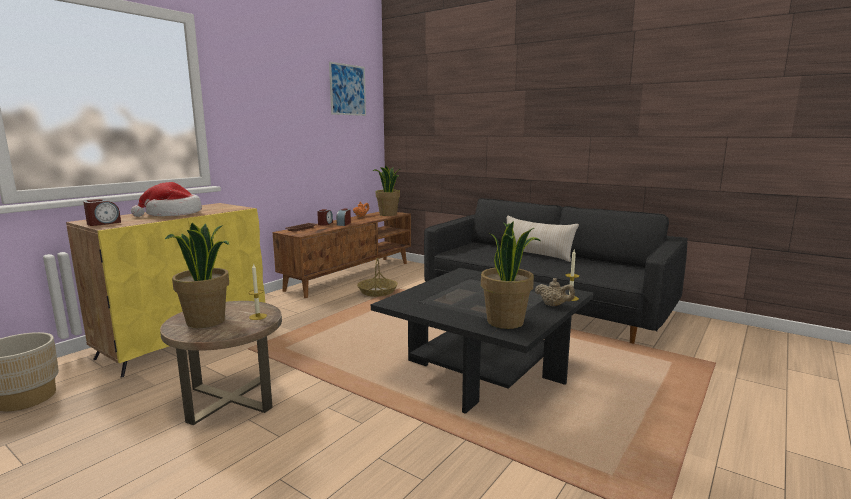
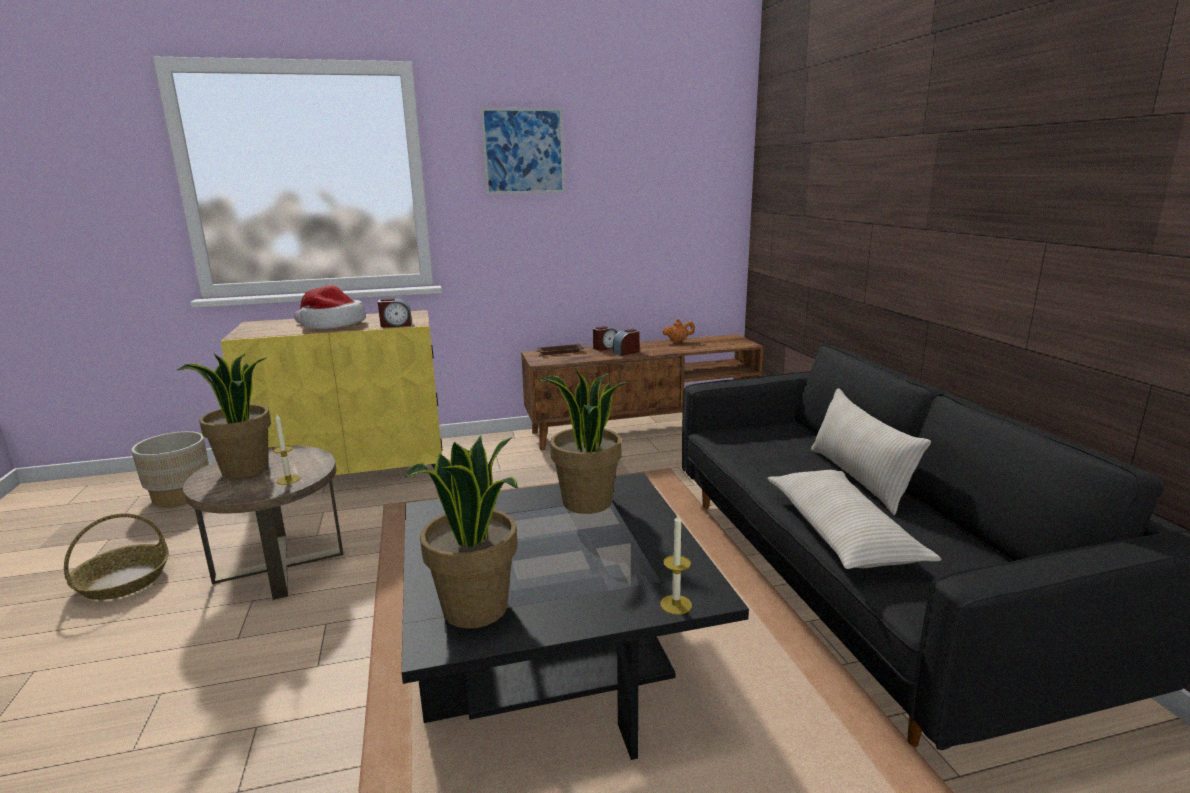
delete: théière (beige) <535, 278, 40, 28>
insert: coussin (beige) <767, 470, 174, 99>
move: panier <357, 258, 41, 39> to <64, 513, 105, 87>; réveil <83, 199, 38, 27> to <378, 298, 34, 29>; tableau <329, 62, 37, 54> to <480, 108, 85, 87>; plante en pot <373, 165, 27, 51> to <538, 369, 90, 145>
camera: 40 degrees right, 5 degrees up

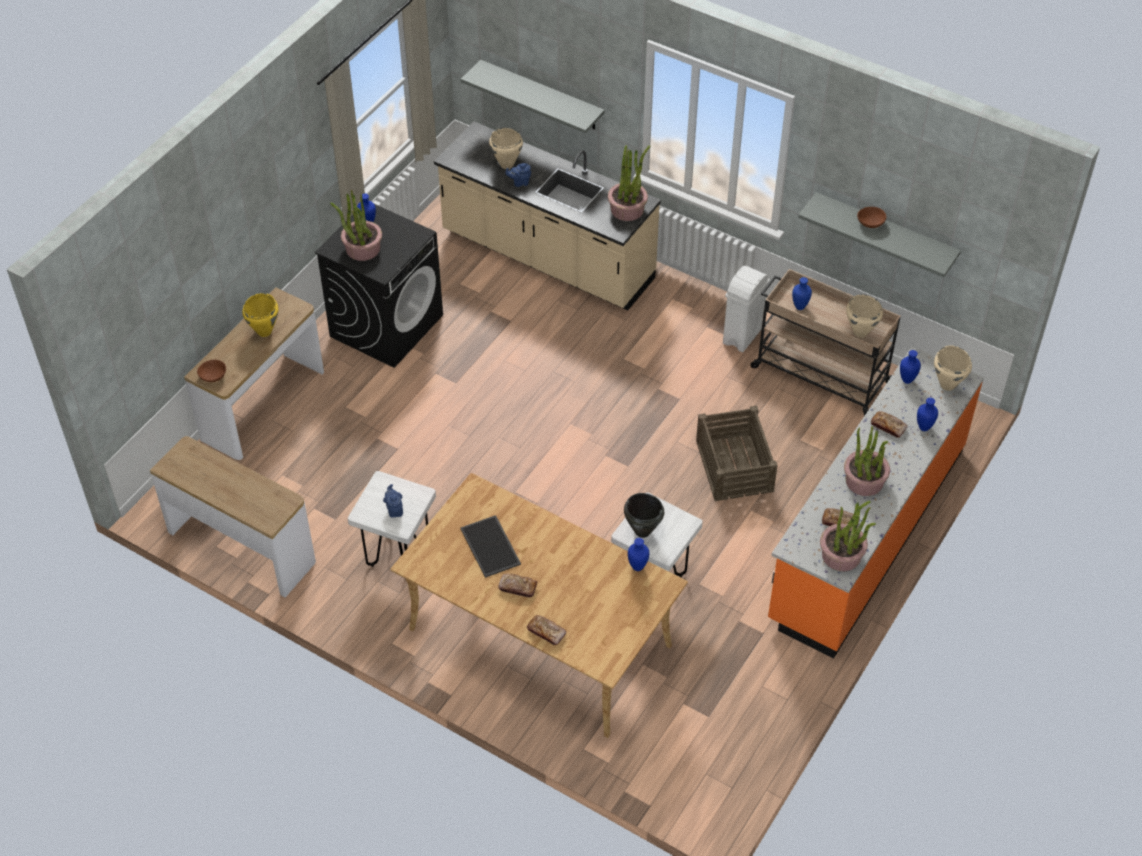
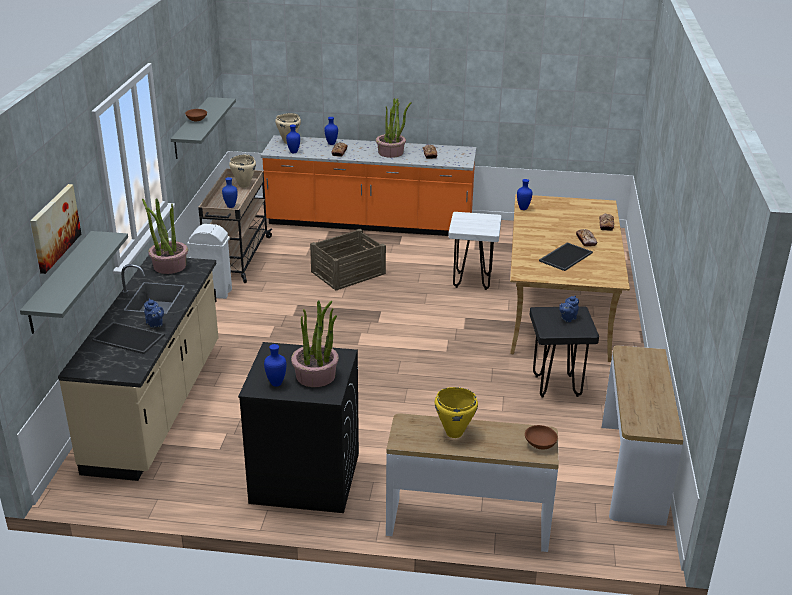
delete: marmite (noir) <624, 493, 40, 45>; plante en pot <820, 501, 56, 70>
insert: tableau <30, 184, 51, 90>
replace: marmite (beige) <489, 128, 34, 41> to plateau <91, 322, 74, 32>
recolor: tabouret (blanc) <348, 471, 88, 96> to tabouret (noir) <530, 306, 69, 92>
camera: 115 degrees left, 20 degrees down

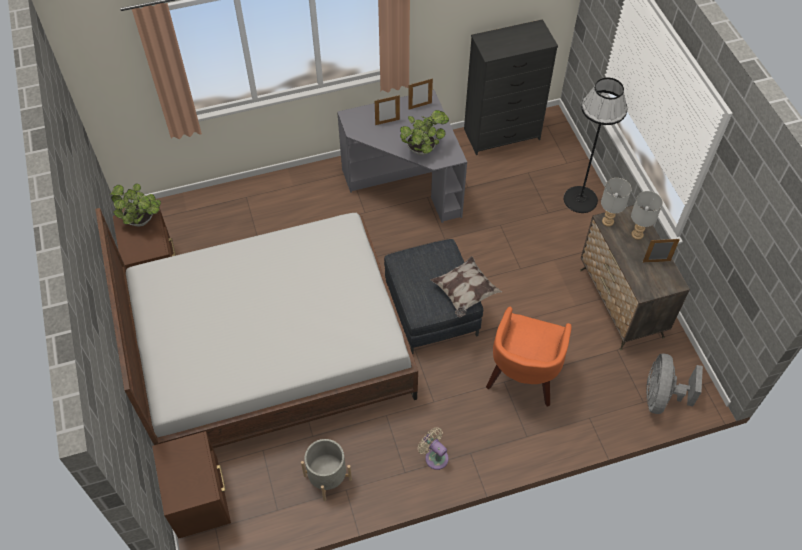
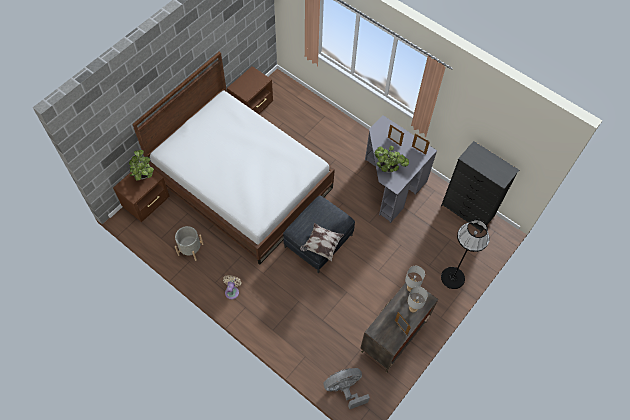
delete: fauteuil (orange) <486, 307, 86, 100>
move: plante en pot <110, 184, 51, 42> to <129, 150, 25, 31>
camera: 55 degrees right, 5 degrees up

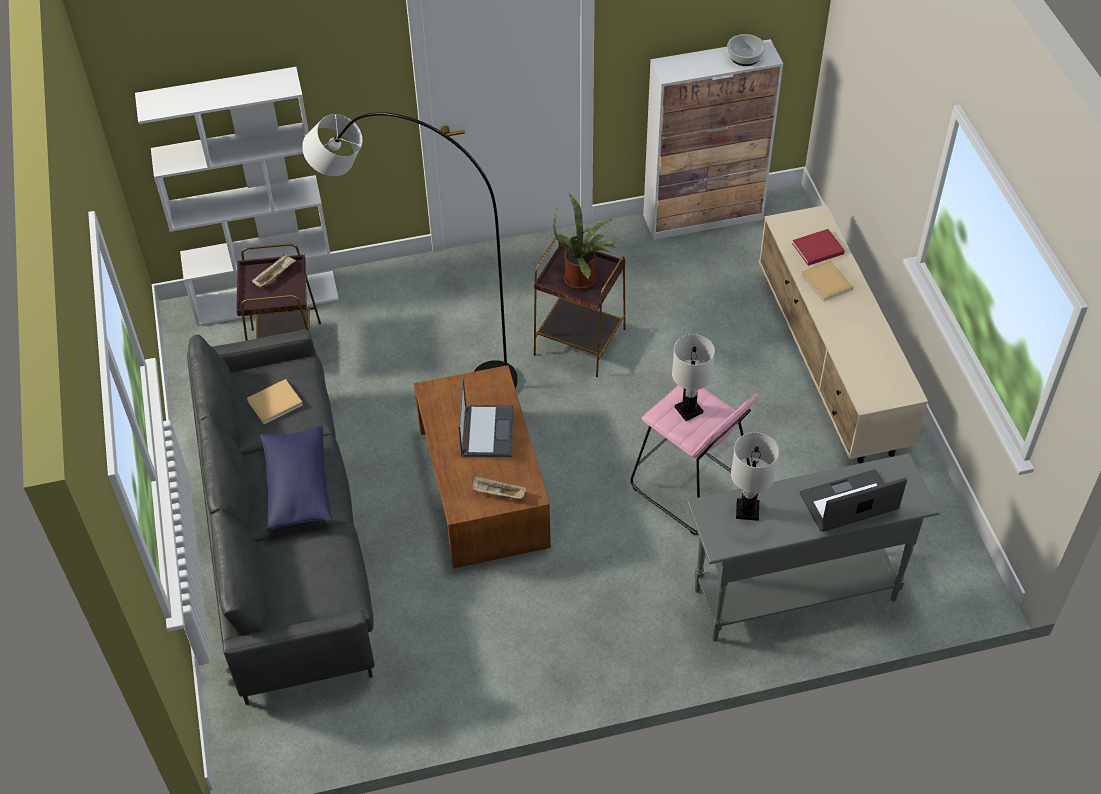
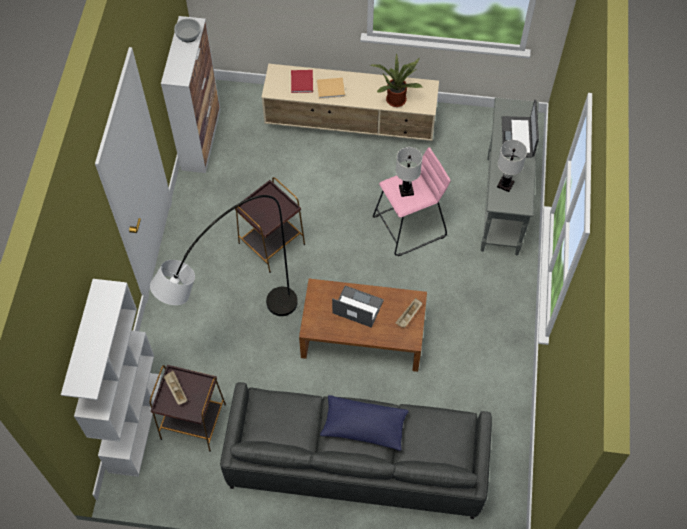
delete: livre (beige) <247, 379, 56, 45>
move: plante en pot <553, 193, 64, 96> to <370, 53, 52, 54>
camera: 70 degrees left, 10 degrees up

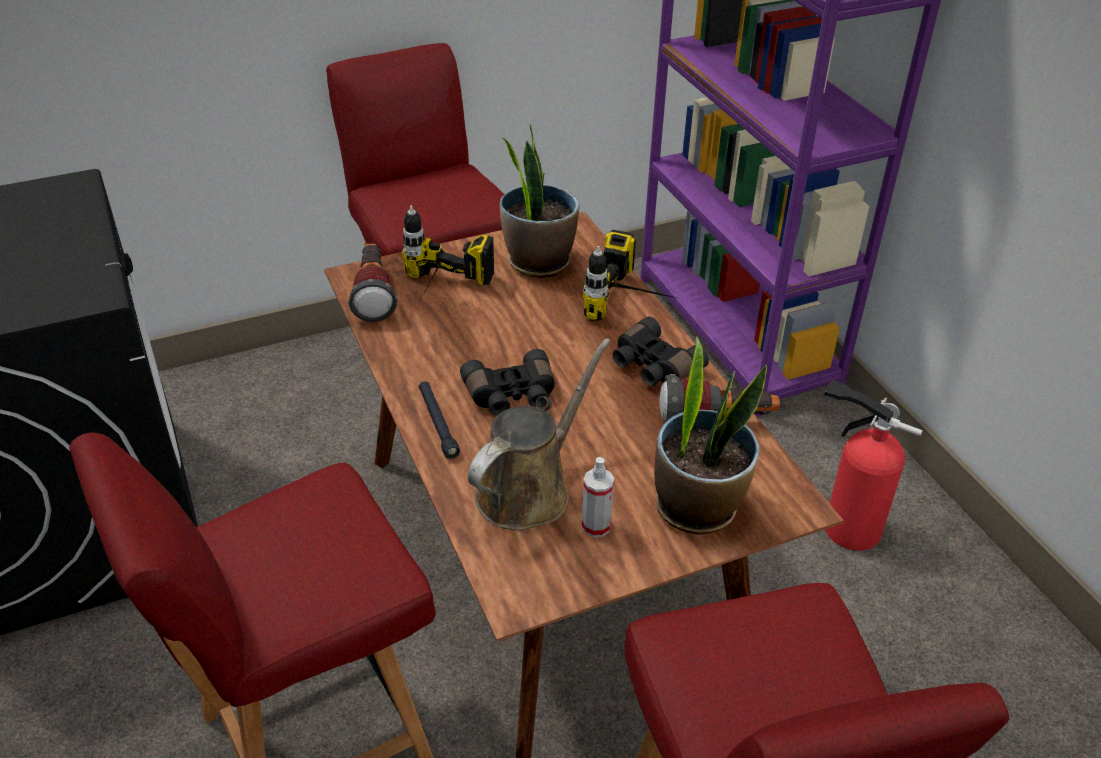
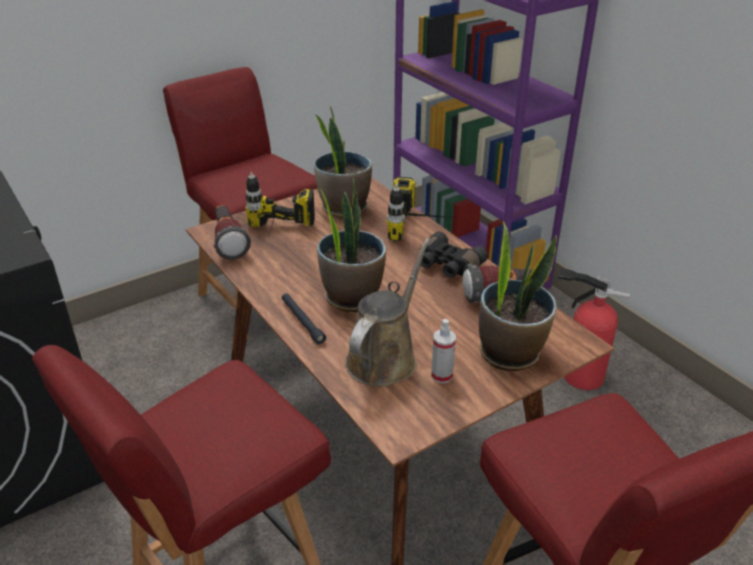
replace: jumelles (noir) <460, 349, 95, 67> to plante en pot <316, 178, 70, 134>
camera: 10 degrees left, 5 degrees down

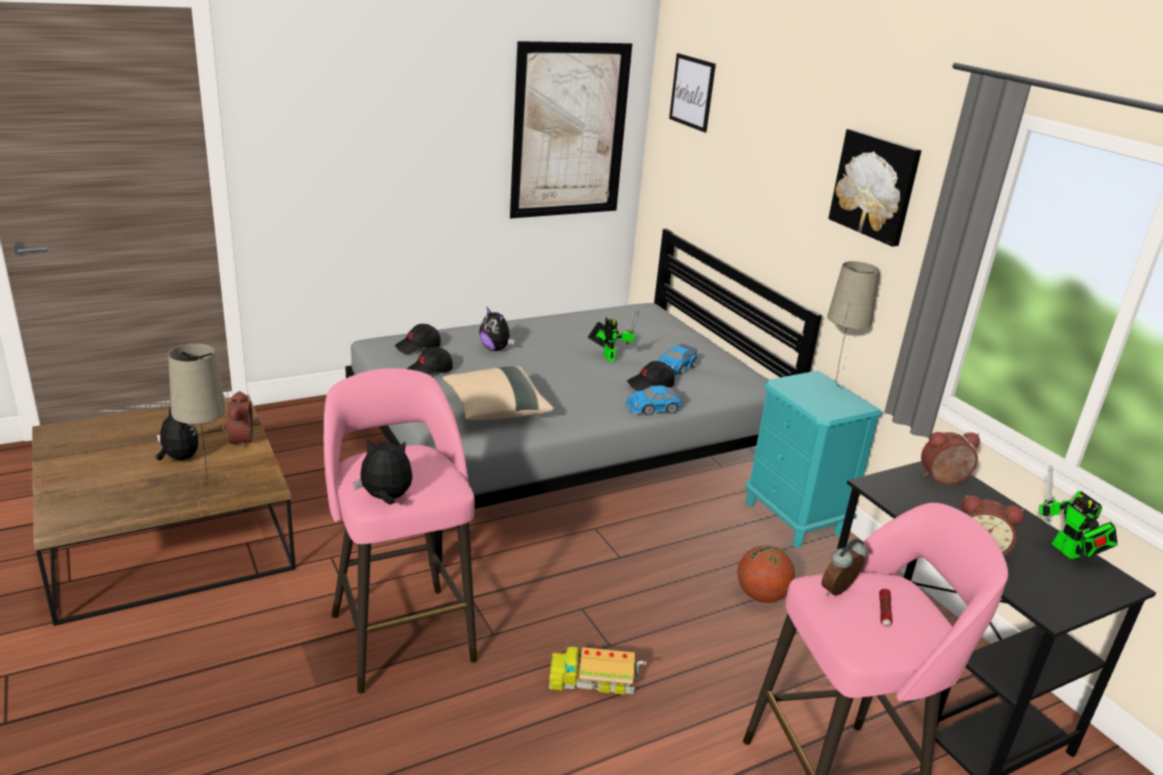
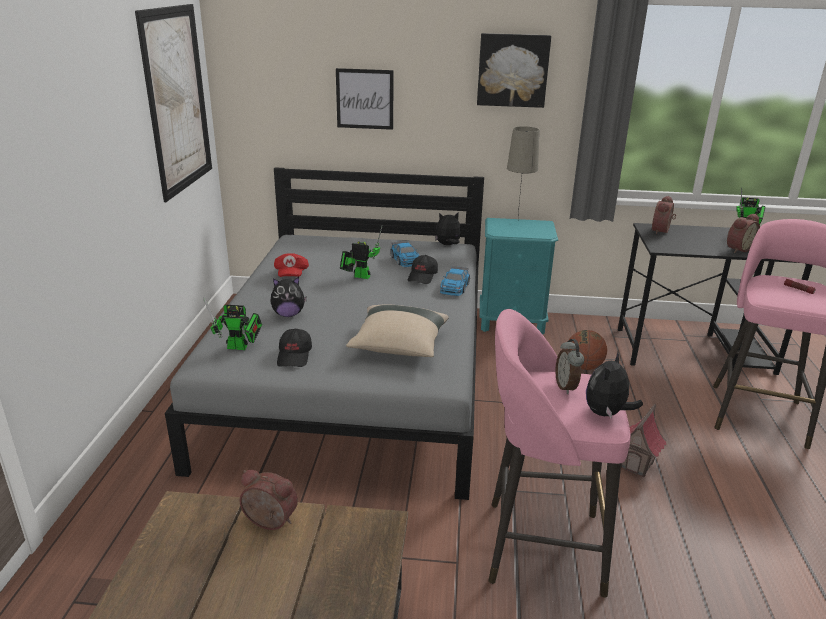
delete: lampe de table (beige) <168, 344, 58, 140>
insert: casquette (rouge) <274, 253, 35, 24>
move: tableau <669, 53, 47, 79> to <336, 68, 58, 62>; peluche <156, 406, 43, 54> to <435, 212, 26, 33>; réveil <822, 538, 46, 58> to <555, 339, 29, 55>
replace: casquette (noir) <395, 324, 46, 30> to robot jouet <204, 298, 58, 52>; camion jouet <549, 640, 97, 55> to maison miniature <621, 404, 45, 73>
camera: 55 degrees left, 0 degrees up

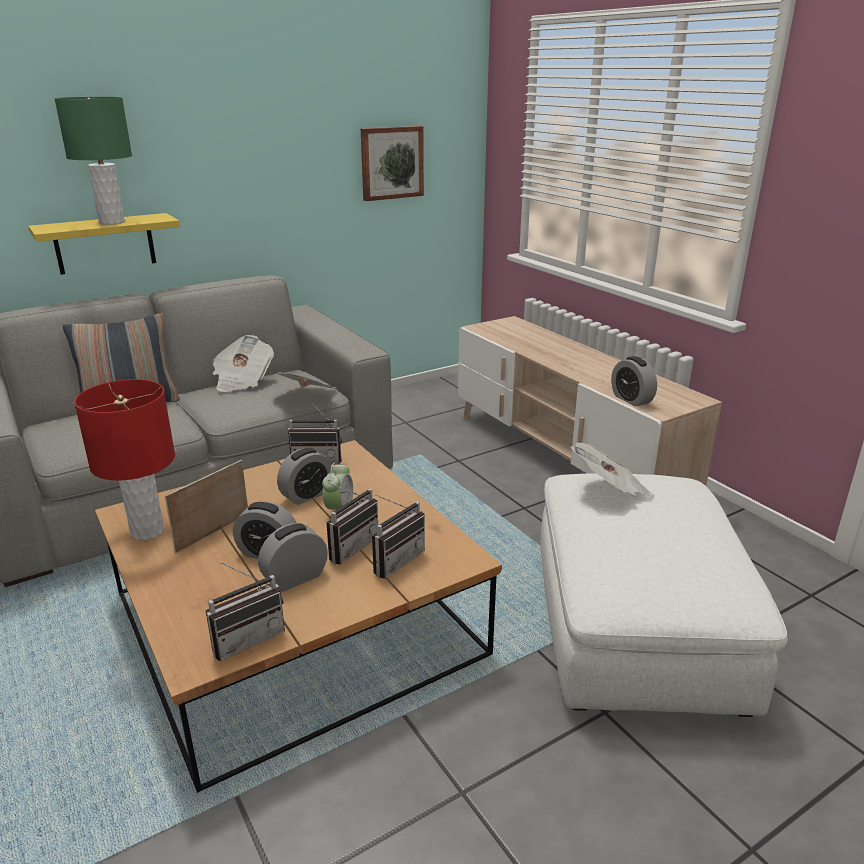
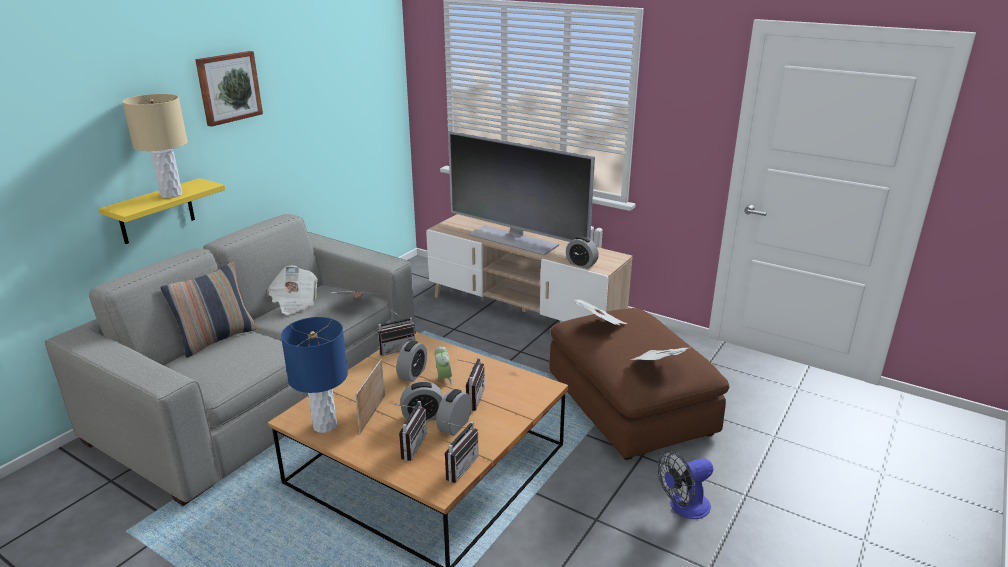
insert: téléviseur <448, 131, 147, 124>; journal <630, 348, 58, 12>; ventilateur <658, 451, 55, 68>
move: tableau <361, 126, 63, 75> to <195, 51, 68, 76>; radio <372, 494, 53, 85> to <395, 401, 32, 60>
recolor: lampe de table (vert) <54, 97, 78, 128> to lampe de table (beige) <122, 94, 66, 104>; lampe de table (rouge) <74, 379, 101, 161> to lampe de table (bleu) <281, 317, 67, 116>; pouf (blanc) <541, 474, 247, 243> to pouf (marron) <549, 308, 180, 152>
camera: 25 degrees left, 0 degrees up

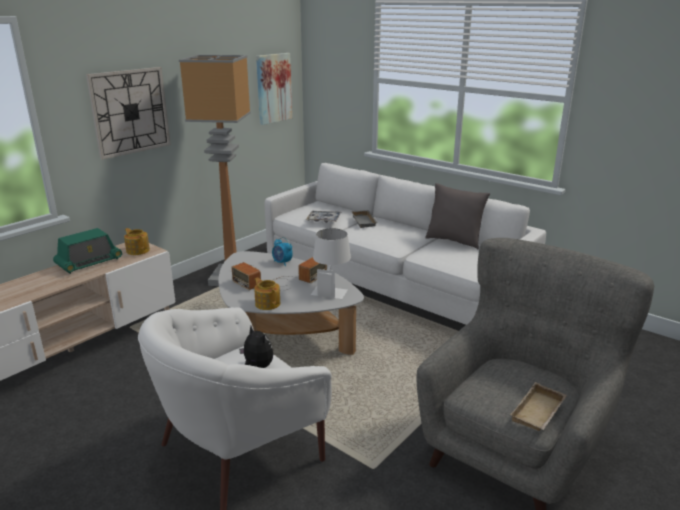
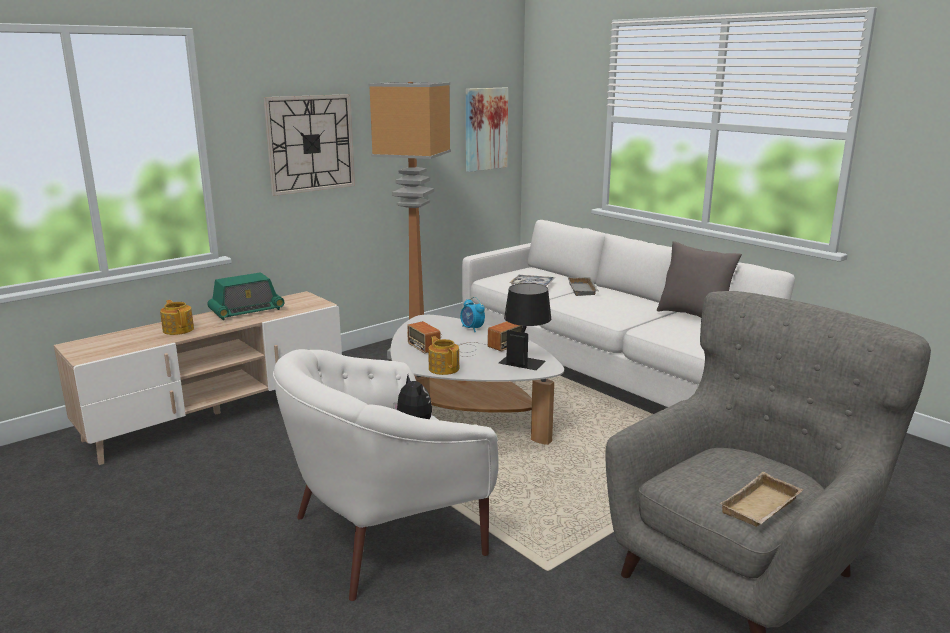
move: théière <124, 228, 26, 27> to <160, 300, 34, 35>
recolor: lampe de table (blanc) <311, 228, 40, 71> to lampe de table (noir) <499, 283, 52, 87>
camera: 10 degrees right, 5 degrees down

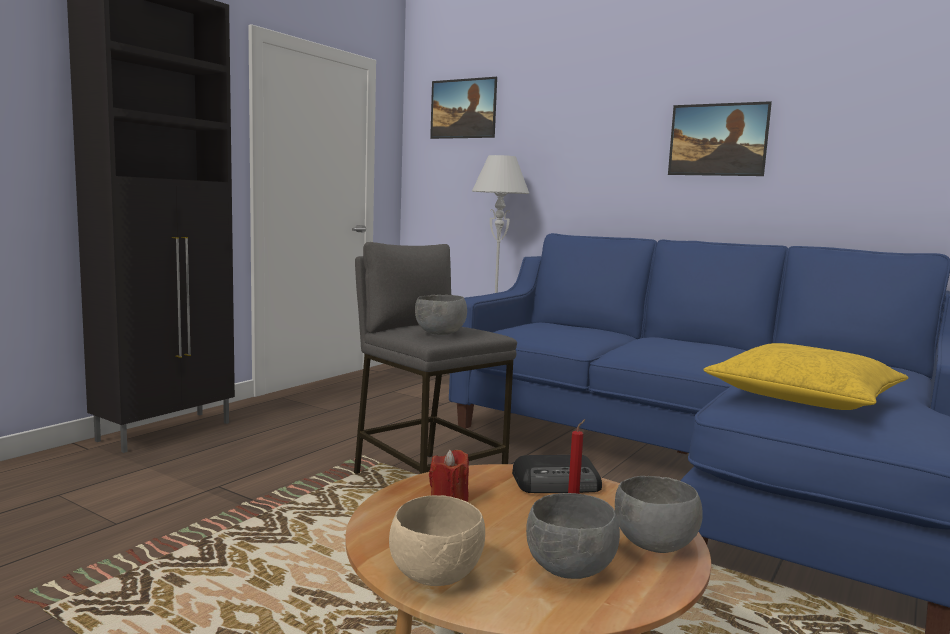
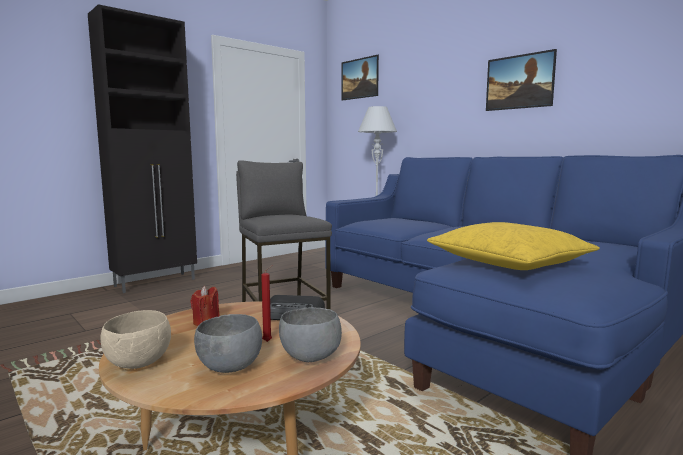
delete: bol (gris) <415, 295, 52, 40>
camera: 15 degrees right, 0 degrees up

